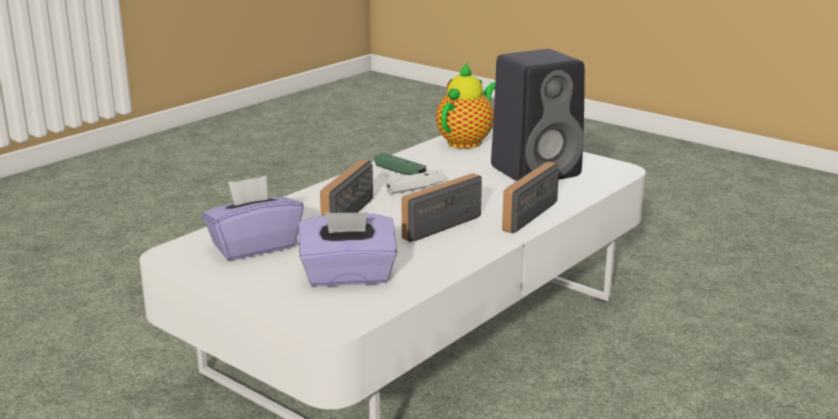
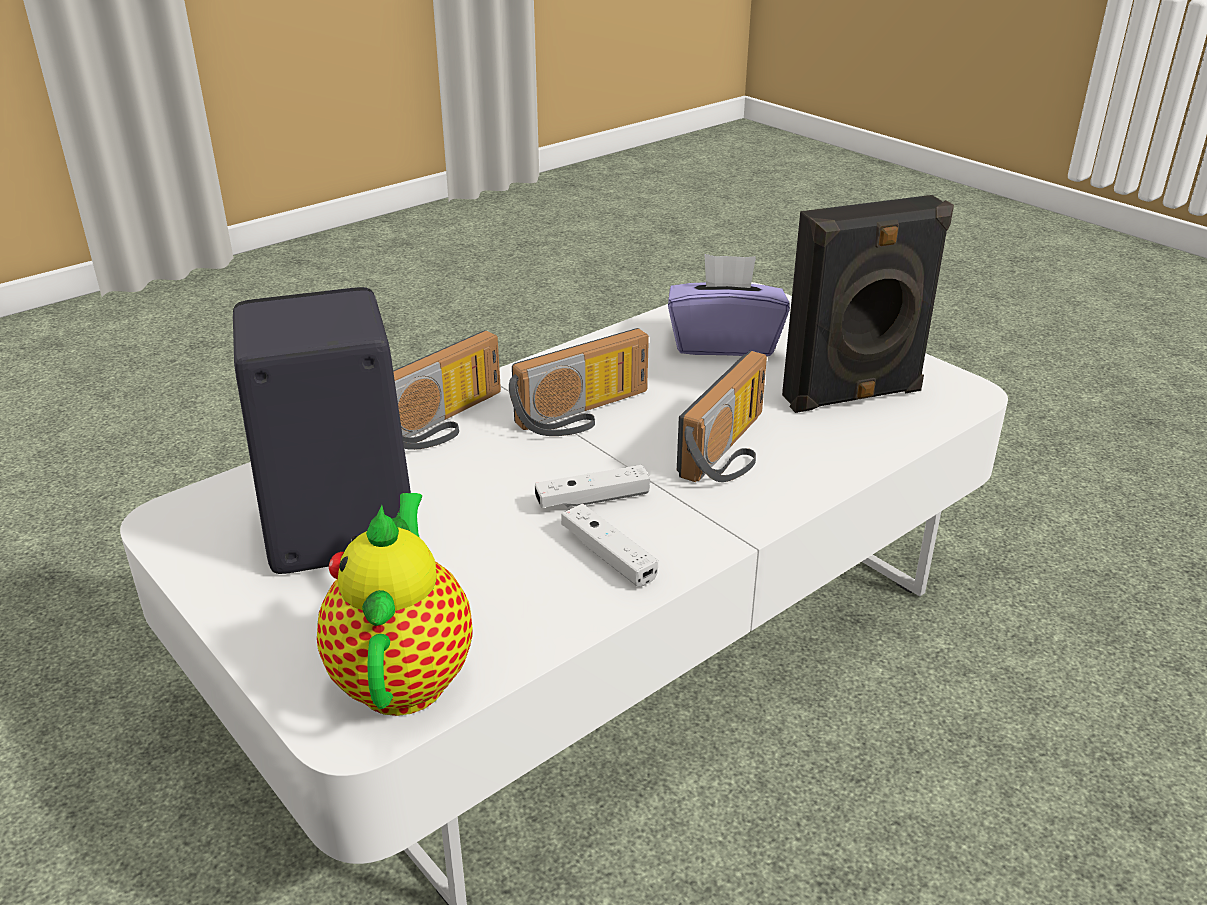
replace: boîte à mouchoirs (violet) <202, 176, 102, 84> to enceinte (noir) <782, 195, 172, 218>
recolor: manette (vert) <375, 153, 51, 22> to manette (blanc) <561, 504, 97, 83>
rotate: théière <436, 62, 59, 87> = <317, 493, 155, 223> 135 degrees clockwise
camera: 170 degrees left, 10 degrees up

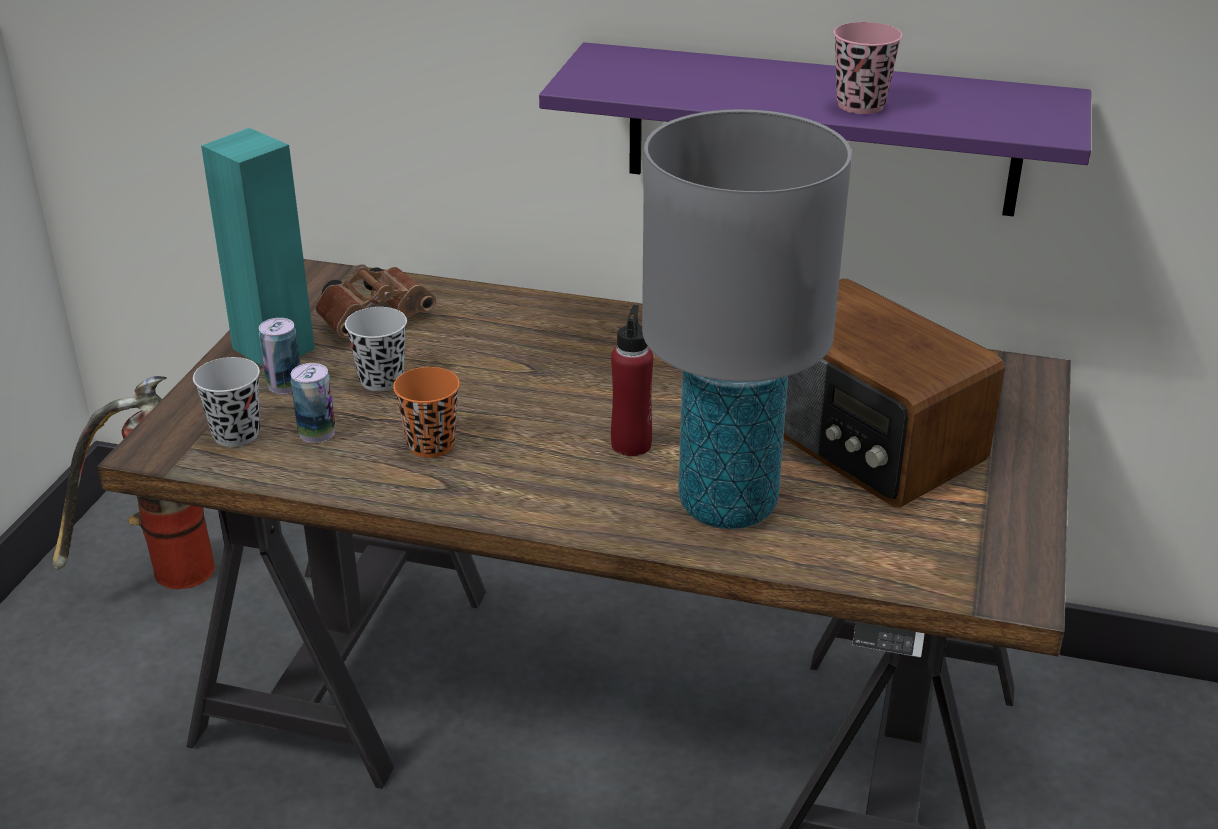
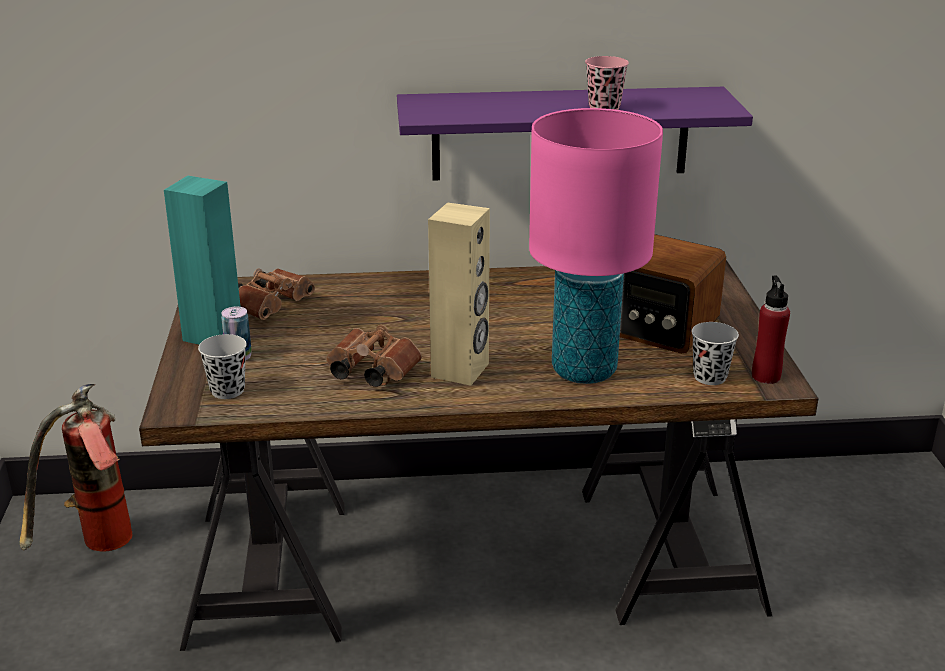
delete: boîte métallique <291, 363, 44, 80>
insert: enceinte (beige) <428, 202, 62, 184>
move: tasse (noir) <345, 307, 62, 84> to <692, 322, 47, 63>; bouteille (rouge) <611, 305, 42, 151> to <752, 275, 38, 109>
replace: tasse (orange) <393, 367, 67, 91> to jumelles (marron) <326, 325, 96, 62>
recolor: lampe de table (gris) <642, 109, 210, 420> to lampe de table (rose) <529, 108, 134, 276>
camera: 20 degrees left, 5 degrees down

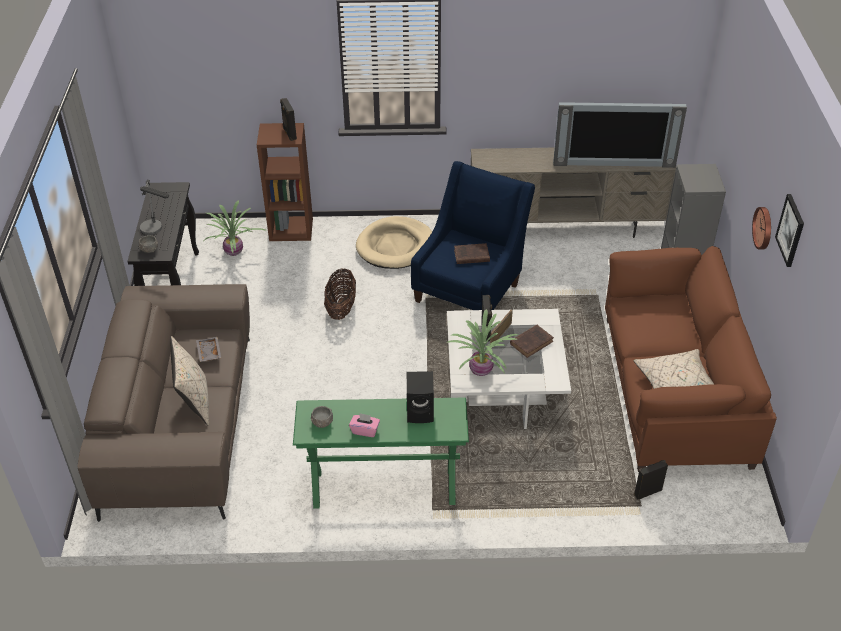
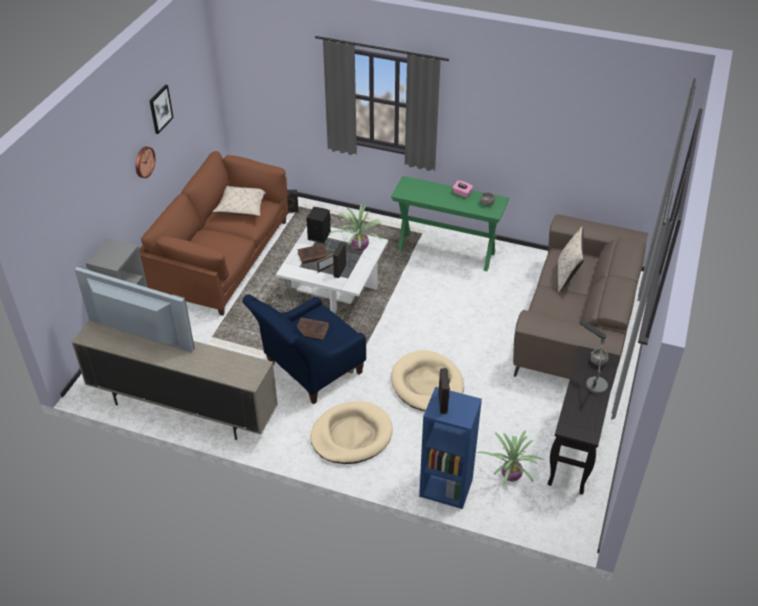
delete: plateau (gris) <196, 337, 25, 25>
move: enceinte (noir) <407, 371, 27, 52> to <306, 207, 25, 36>
replace: panier <324, 268, 32, 52> to panier pour chien (beige) <391, 350, 73, 61>
recolor: bibliothèque (marron) <257, 123, 56, 118> to bibliothèque (bleu) <419, 387, 63, 122>
camera: 160 degrees left, 0 degrees up

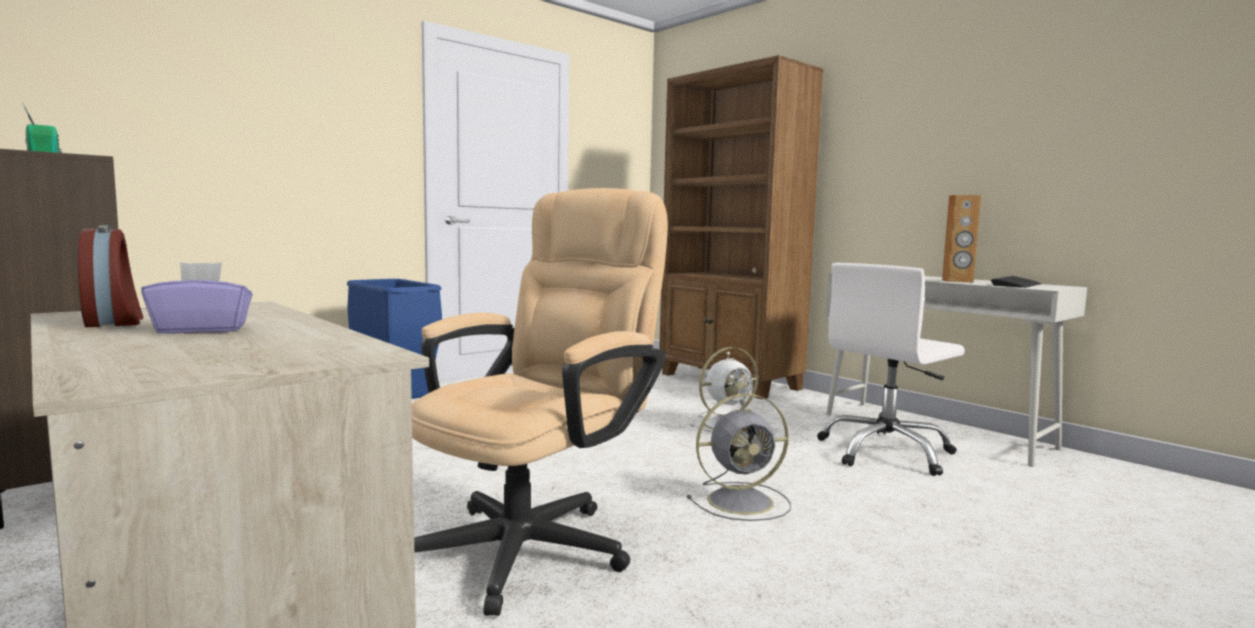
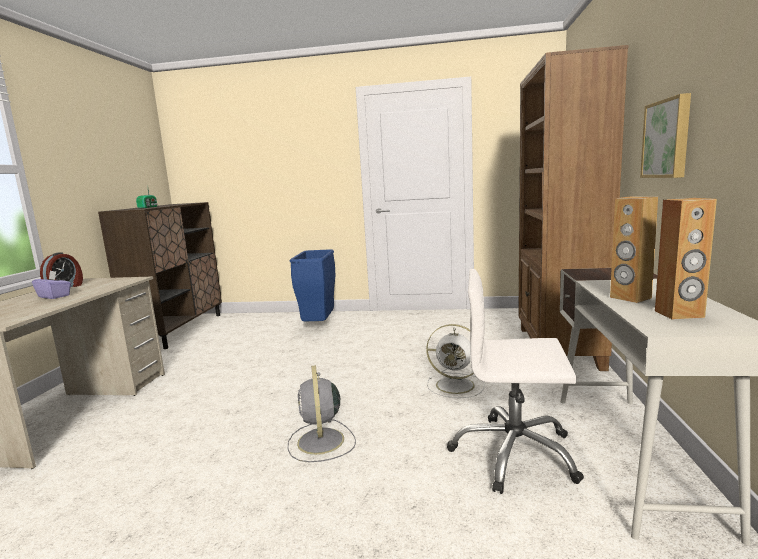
delete: chaise de bureau (beige) <412, 188, 256, 428>
insert: tableau <640, 93, 51, 85>
replace: clavier <991, 276, 51, 12> to enceinte (marron) <655, 198, 62, 121>
rotate: ventilateur (gris) <686, 393, 105, 128> = <288, 365, 68, 97> 45 degrees clockwise
camera: 50 degrees right, 5 degrees up

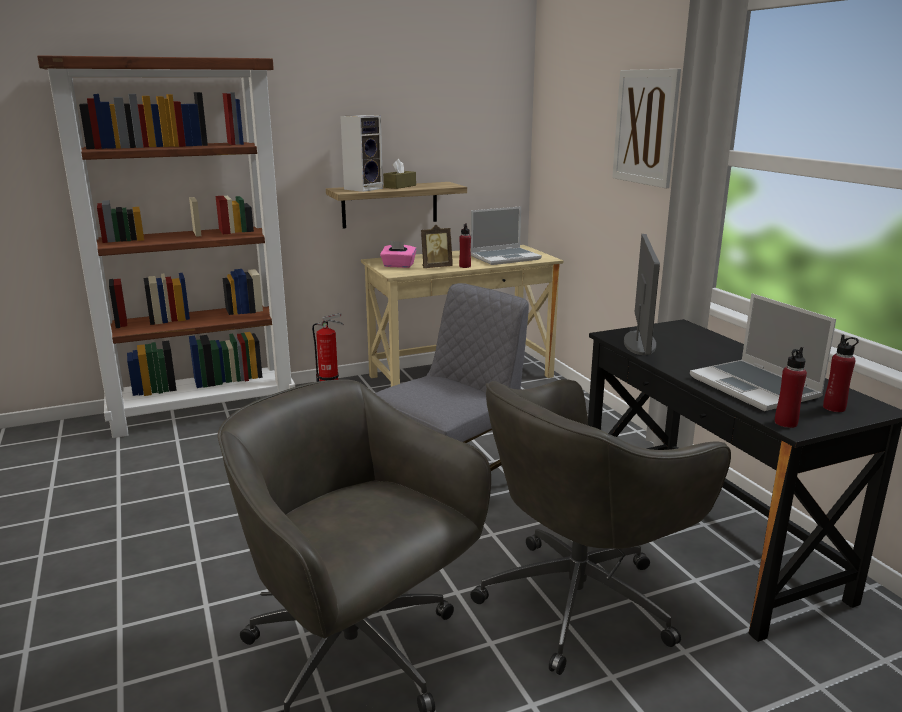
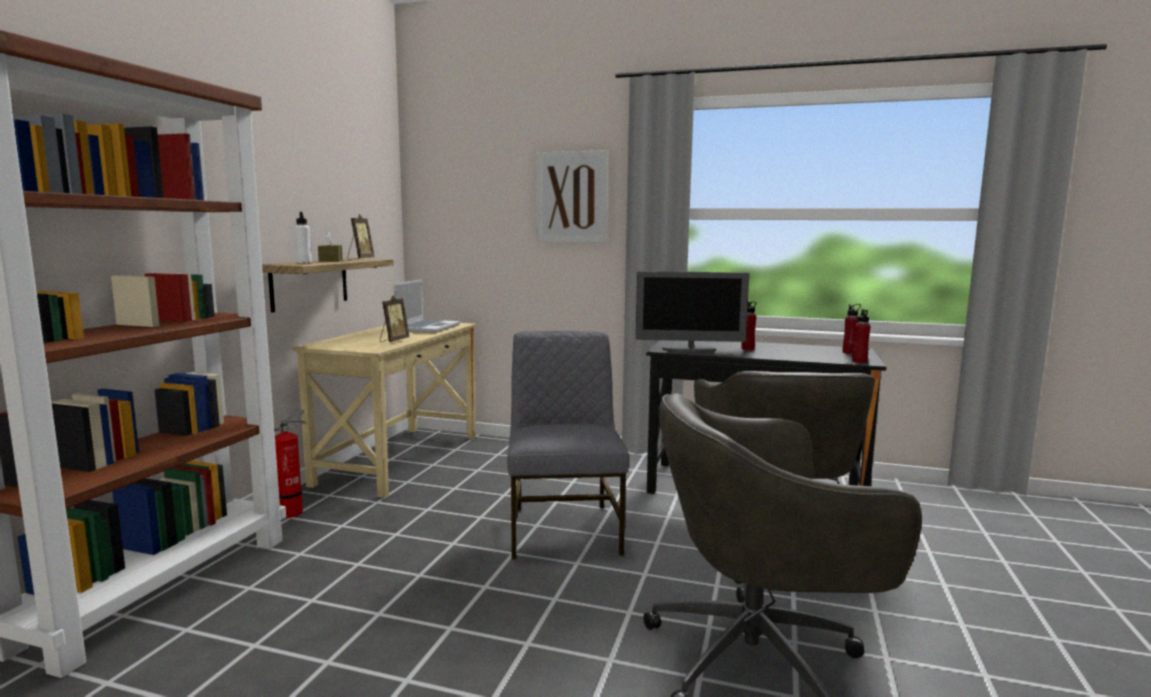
delete: boîte à mouchoirs (rose) <380, 241, 37, 27>; ordinateur portable <690, 293, 146, 118>
insert: cadre photo <347, 214, 28, 46>
move: bouteille (rouge) <459, 223, 12, 45> to <741, 301, 15, 49>
replace: enceinte <341, 115, 42, 77> to bouteille (blanc) <295, 212, 17, 51>
rotate: écran d'ordinateur <624, 234, 36, 121> = <636, 271, 113, 81> 135 degrees clockwise
camera: 50 degrees left, 10 degrees down

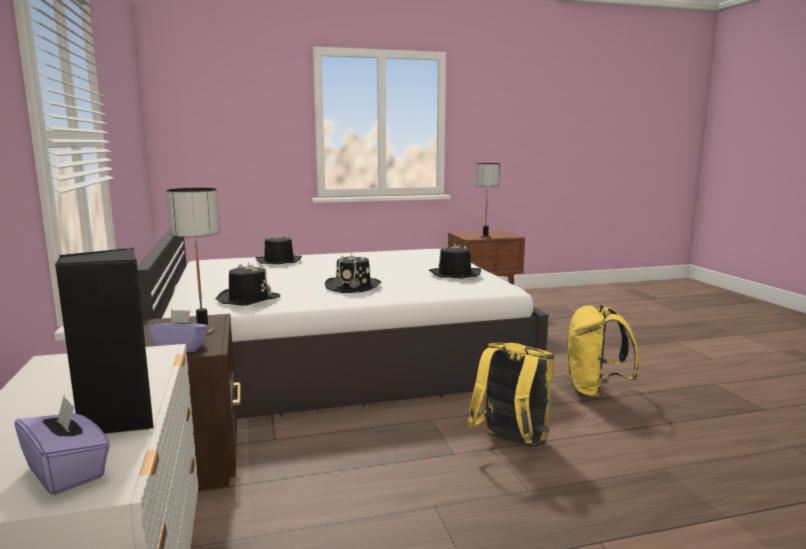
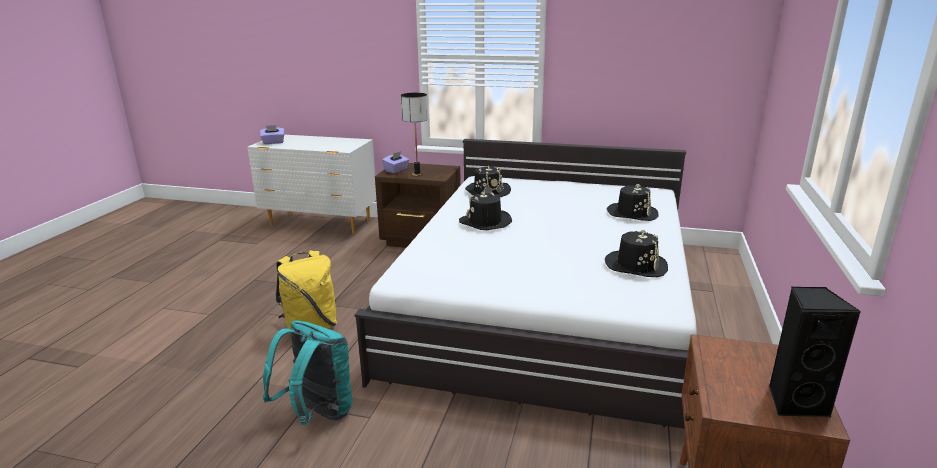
delete: lampe de table <475, 163, 25, 75>
move: chapeau (noir) <429, 244, 52, 34> to <605, 230, 63, 47>; enceinte (noir) <55, 248, 99, 186> to <769, 287, 92, 131>
recolor: sac à dos (jaune) <566, 305, 73, 94> to sac à dos (turquoise) <263, 321, 89, 104>
camera: 120 degrees right, 10 degrees up

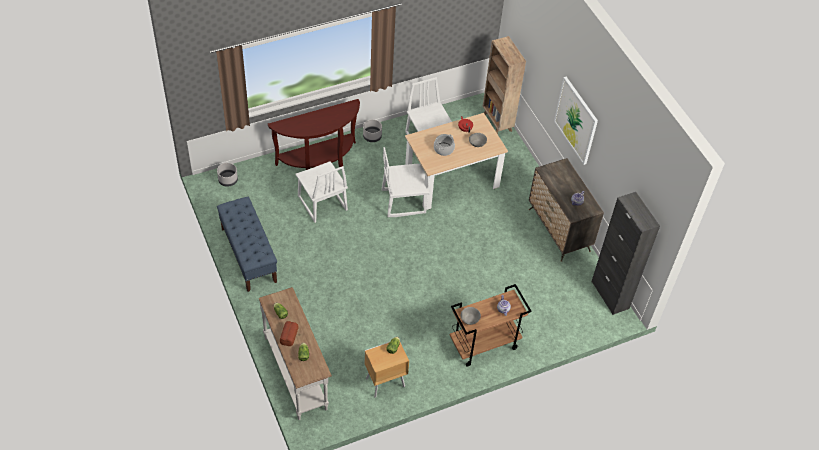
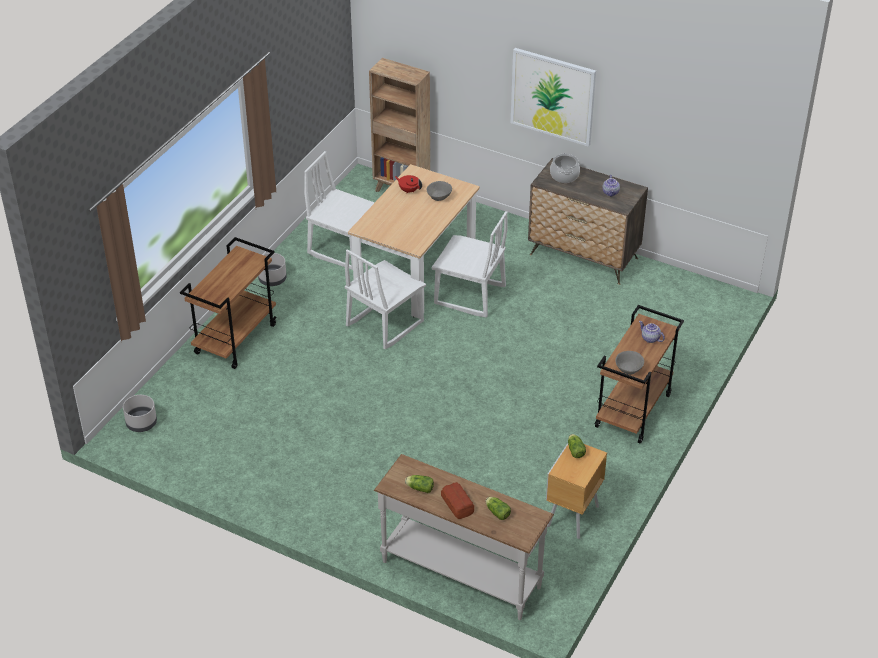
delete: banc (bleu) <217, 197, 60, 95>; meuble de rangement (noir) <591, 192, 69, 123>
move: chaise (blanc) <296, 161, 52, 62> to <431, 211, 77, 107>; marmite <434, 134, 21, 22> to <550, 153, 30, 30>
replace: table console (marron) <268, 99, 92, 71> to chariot (marron) <180, 237, 97, 132>
camera: 35 degrees left, 10 degrees down

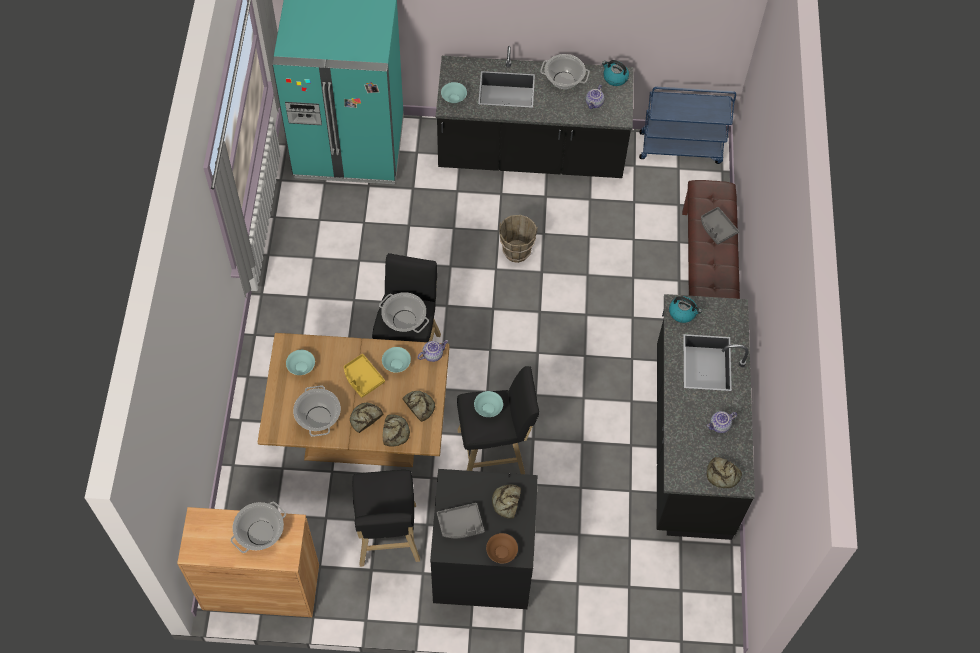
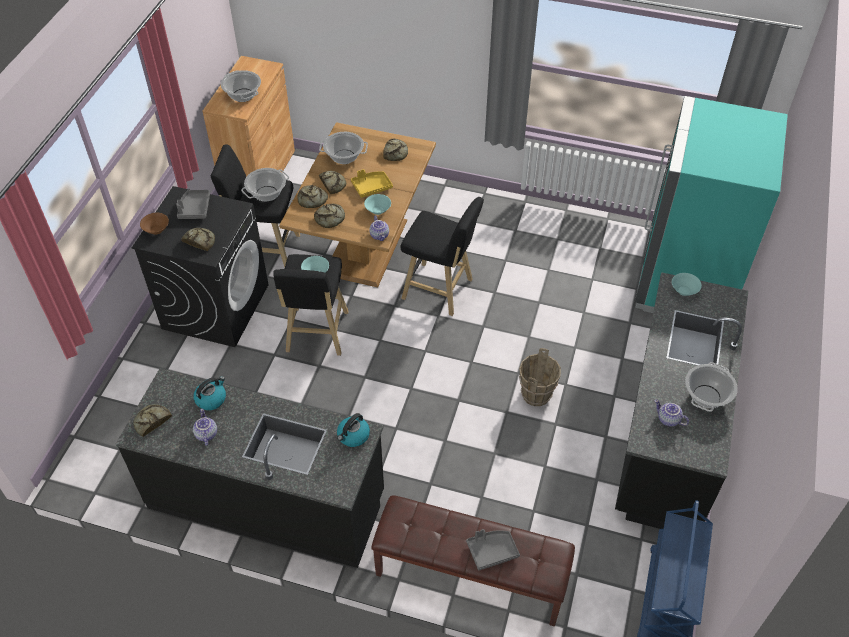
move: bouilloire <602, 60, 27, 26> to <193, 376, 33, 34>; marmite <379, 292, 50, 41> to <241, 168, 48, 33>
replace: bol (turquoise) <286, 350, 29, 25> to pain <383, 138, 25, 23>
camera: 105 degrees right, 10 degrees down

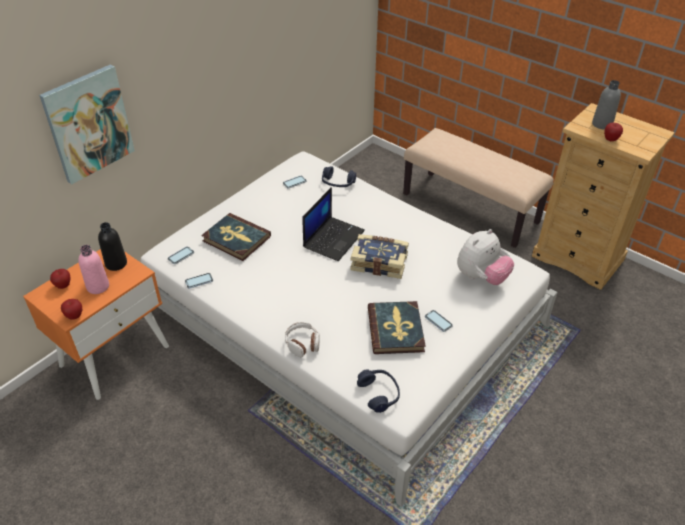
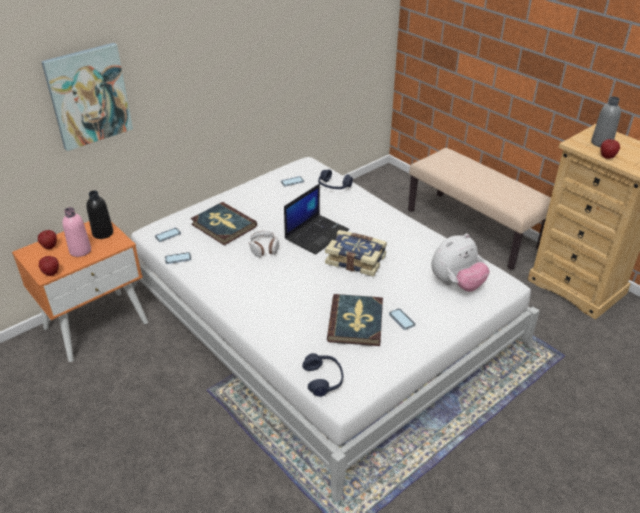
move: casque audio <285, 322, 35, 35> to <249, 231, 30, 26>
camera: 10 degrees right, 5 degrees down

